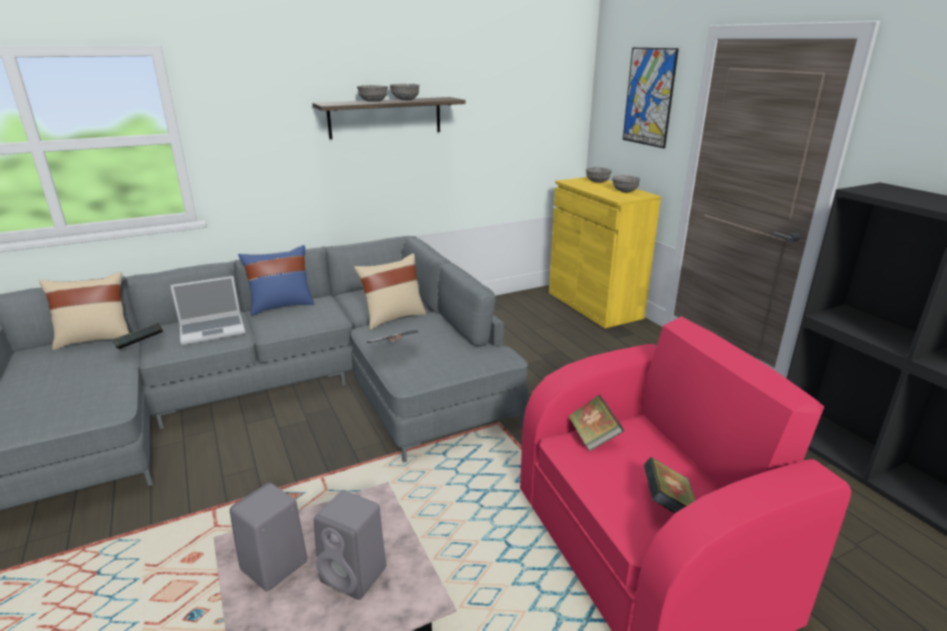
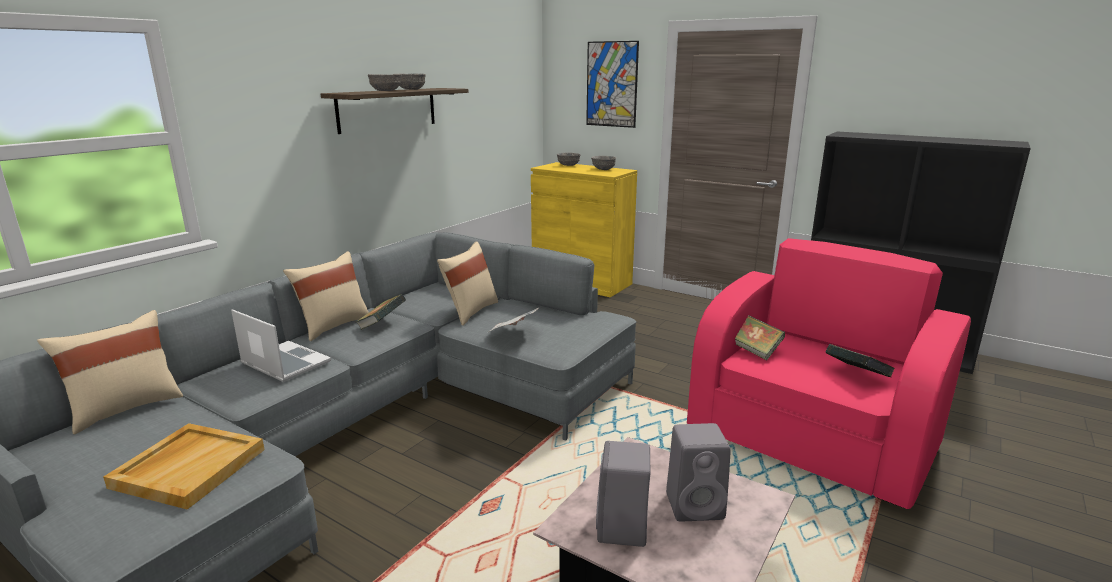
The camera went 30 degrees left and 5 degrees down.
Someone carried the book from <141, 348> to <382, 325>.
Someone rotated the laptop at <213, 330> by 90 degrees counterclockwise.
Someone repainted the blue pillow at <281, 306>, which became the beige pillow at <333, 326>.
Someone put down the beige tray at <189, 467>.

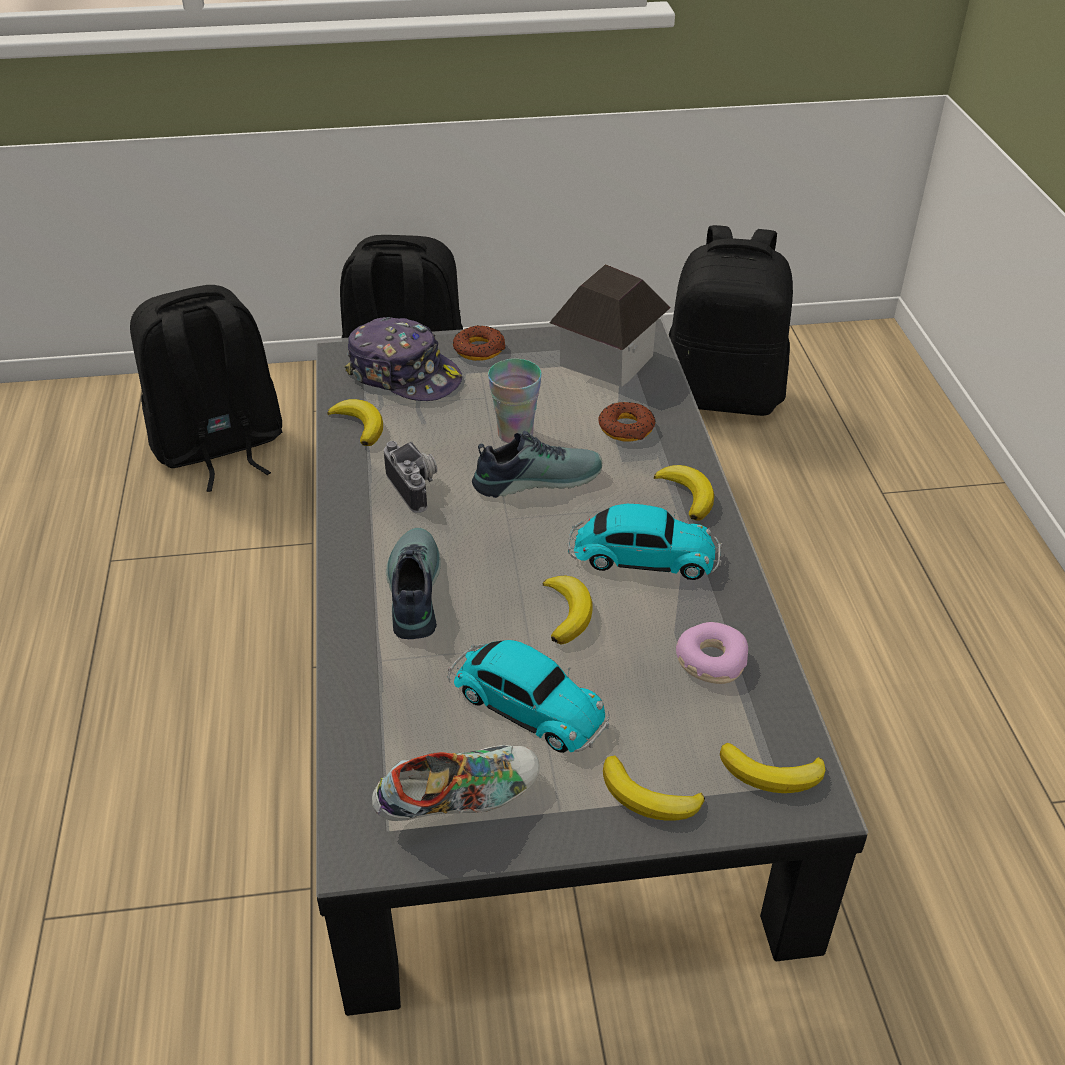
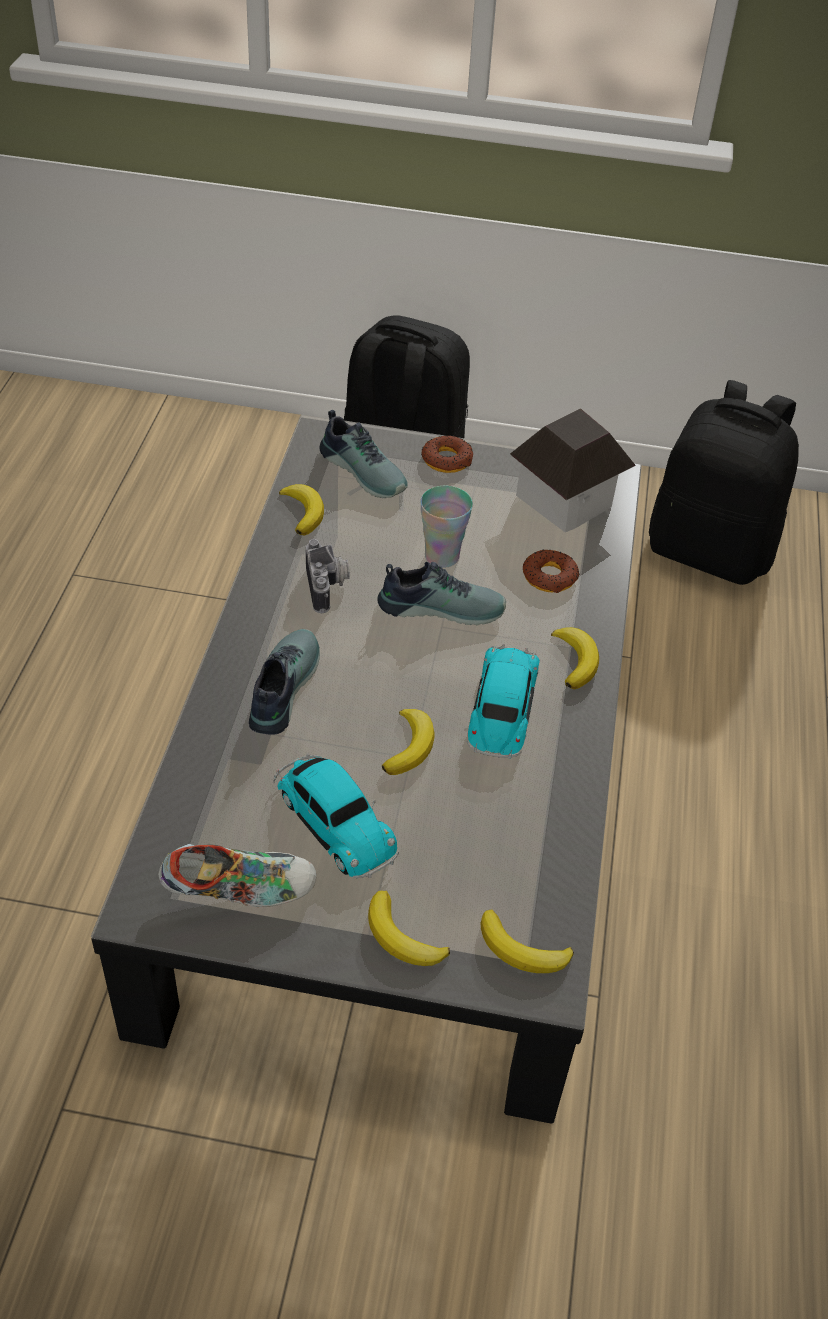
The camera went 15 degrees right and 5 degrees up.
Someone took away the black backpack at <219, 448>.
Someone swapped the cap at <404, 375> for the shoe at <365, 471>.
Someone rotated the toy car at <641, 556> by 105 degrees counterclockwise.
Someone took away the donut at <710, 661>.

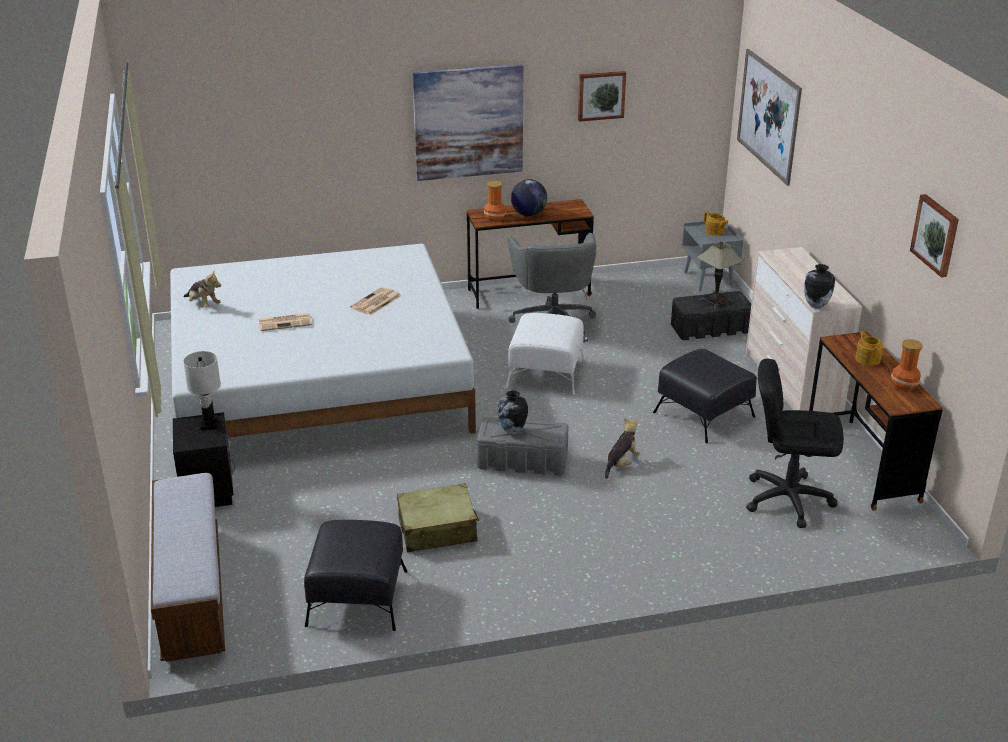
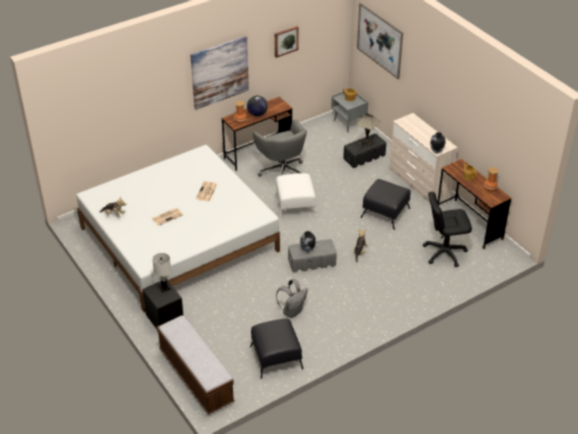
The camera went 20 degrees left and 10 degrees up.
Someone swapped the beige suitcase at <437, 529> for the grey backpack at <292, 311>.
Someone took away the picture at <936, 235>.

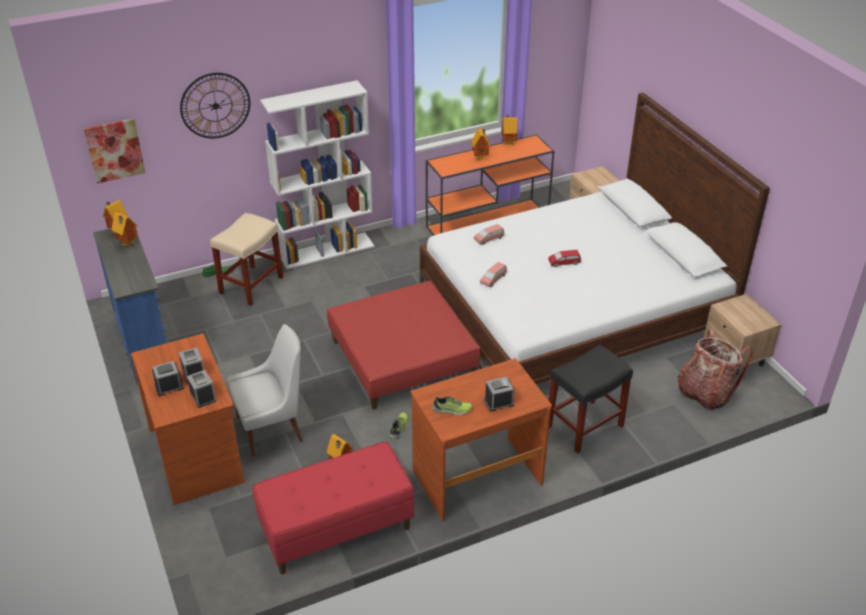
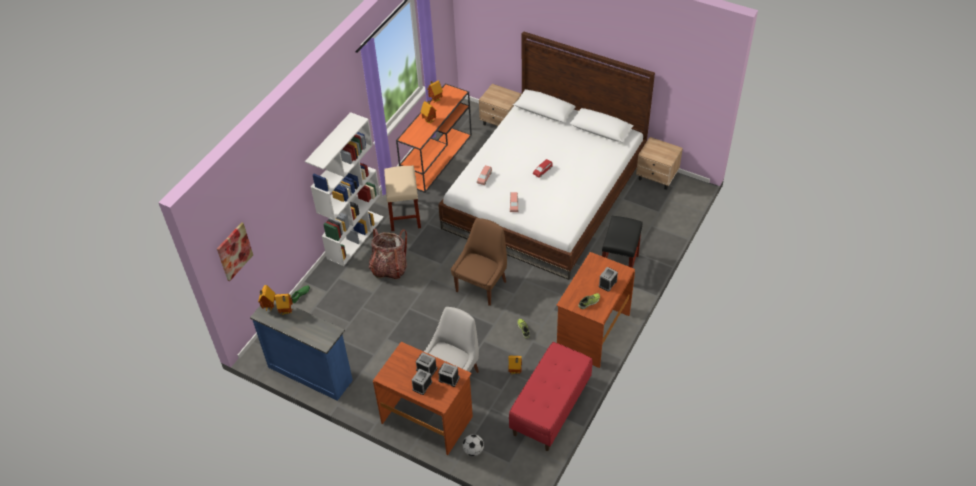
The camera went 35 degrees left and 10 degrees up.
Someone took away the wall clock at <215, 106>.
Someone carried the beige stool from <251, 284> to <404, 214>.
Someone swapped the red ottoman at <403, 359> for the brown chair at <482, 285>.
Someone carried the backpack from <705, 393> to <389, 268>.
Someone put down the football at <473, 450>.

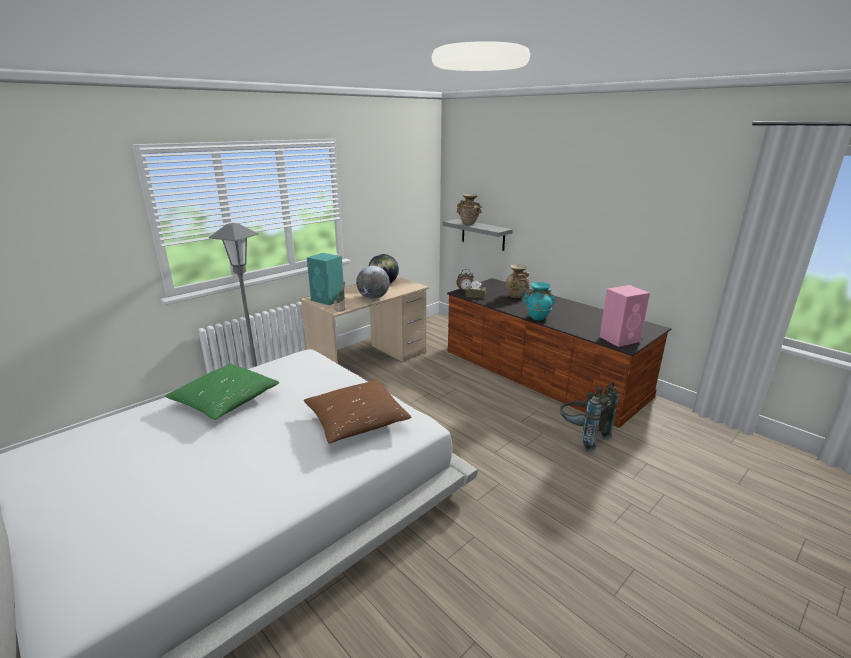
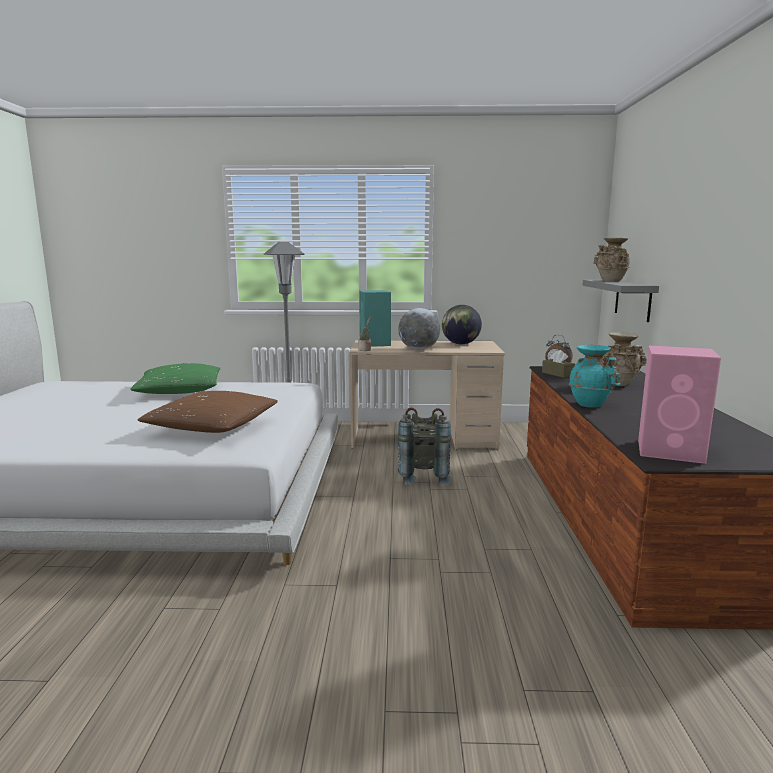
The camera went 45 degrees right and 10 degrees down.
Someone carried the grey backpack from <582, 436> to <423, 477>.

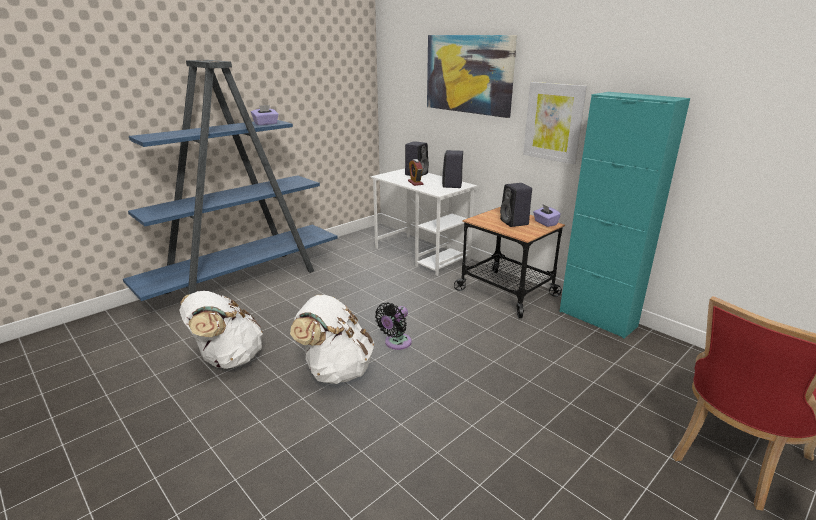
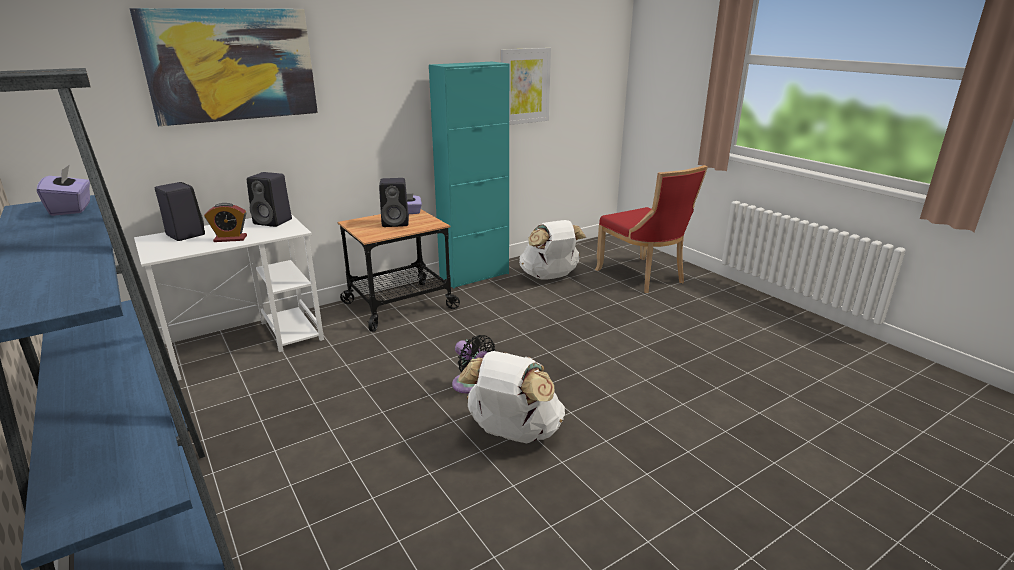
The camera went 80 degrees left and 0 degrees up.
Someone carried the white backpack from <227, 359> to <550, 277>.
Someone carried the picture from <553, 122> to <524, 86>.

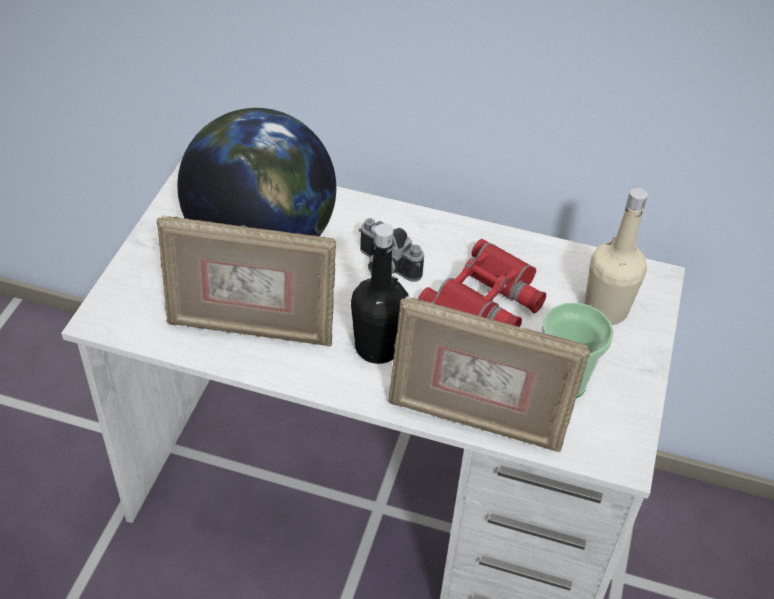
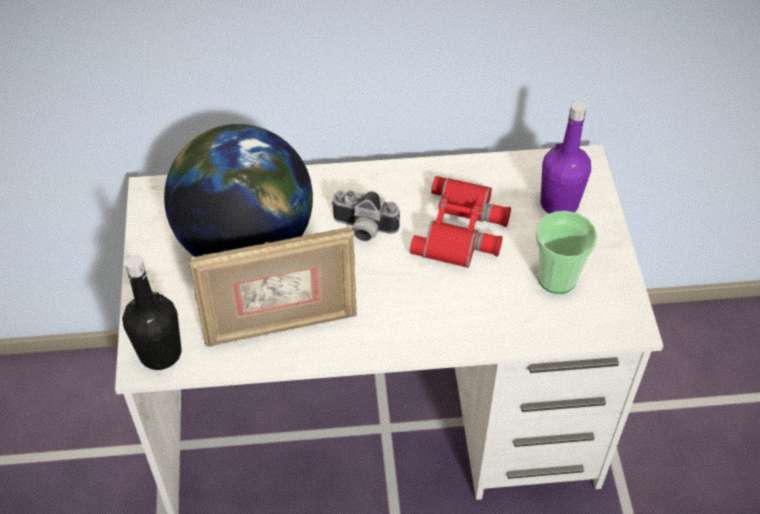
The camera went 20 degrees left and 5 degrees up.
Someone carried the black bottle from <378, 347> to <160, 353>.
Someone took away the picture frame at <475, 420>.
Someone repainted the beige bottle at <605, 310>, which became the purple bottle at <559, 203>.

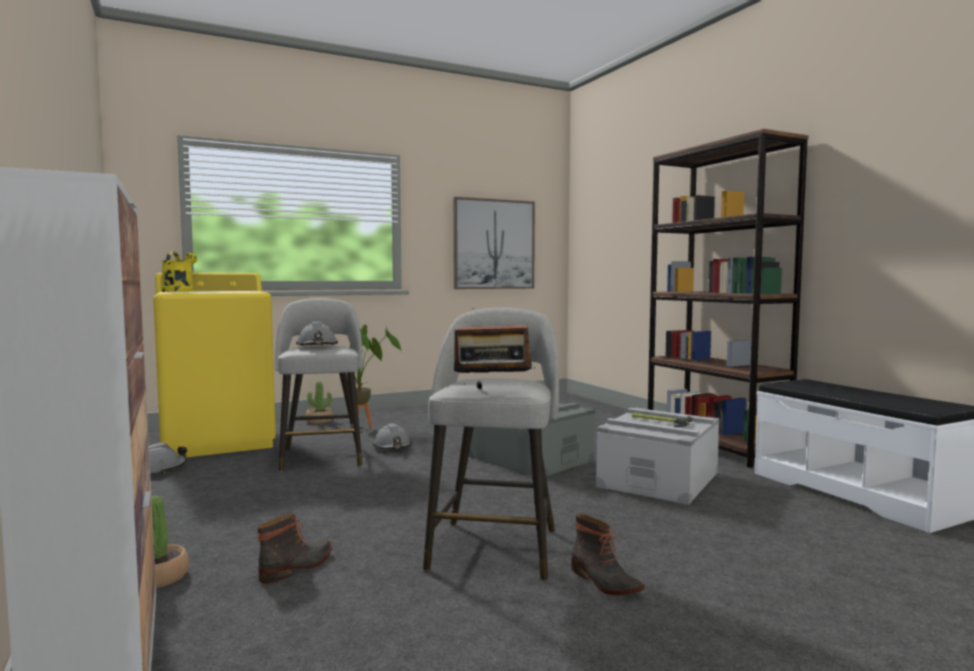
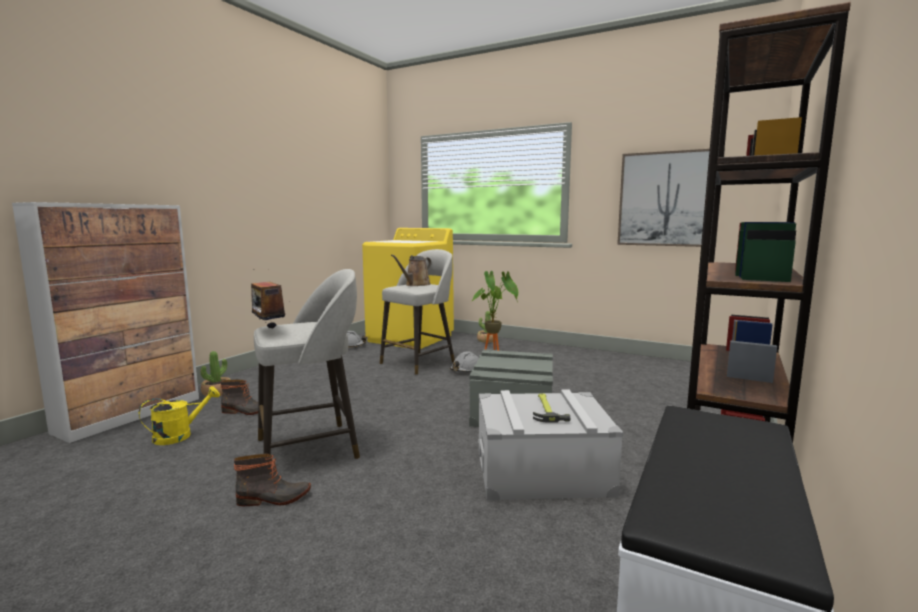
The camera went 55 degrees right and 5 degrees up.
Someone carried the yellow watering can from <180, 291> to <179, 435>.
Someone swapped the grey hard hat at <317, 347> for the brown watering can at <416, 285>.
Someone rotated the boot at <604, 582> by 120 degrees counterclockwise.

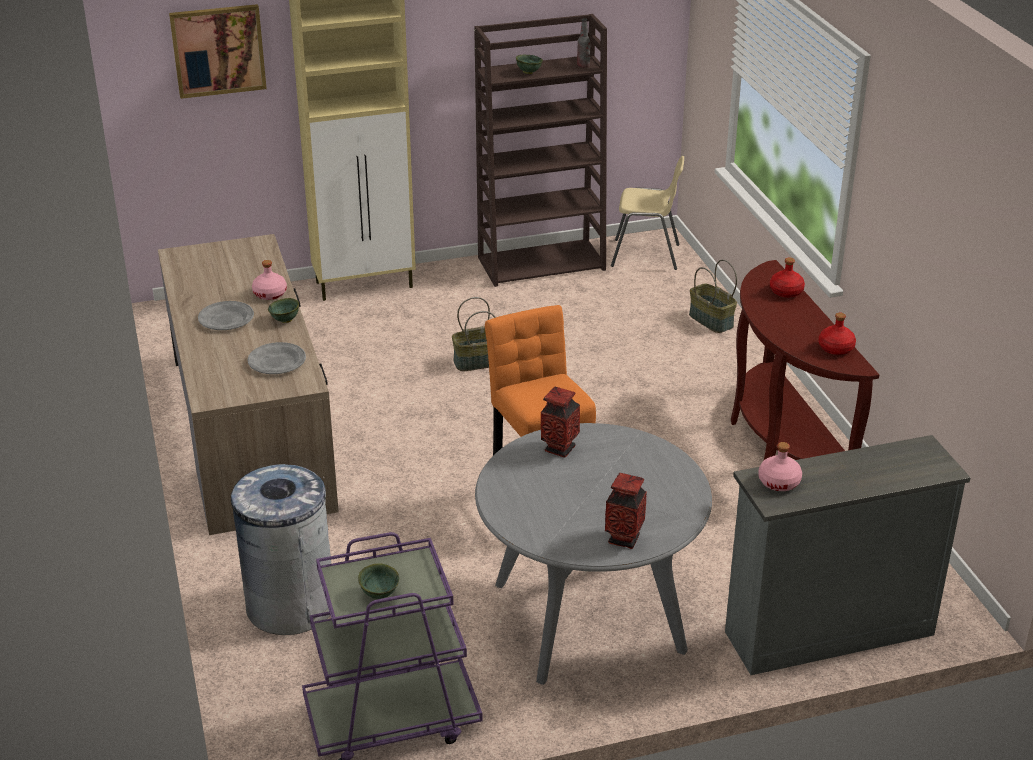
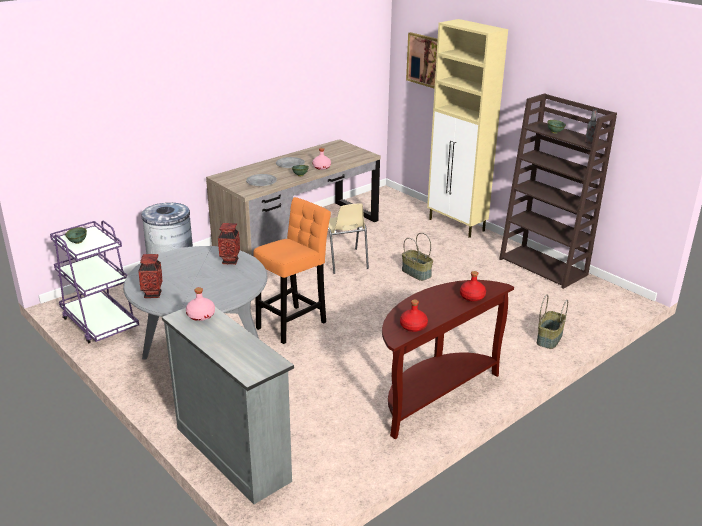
The camera went 65 degrees right and 5 degrees down.
Someone carried the beige chair from <646, 255> to <344, 261>.

